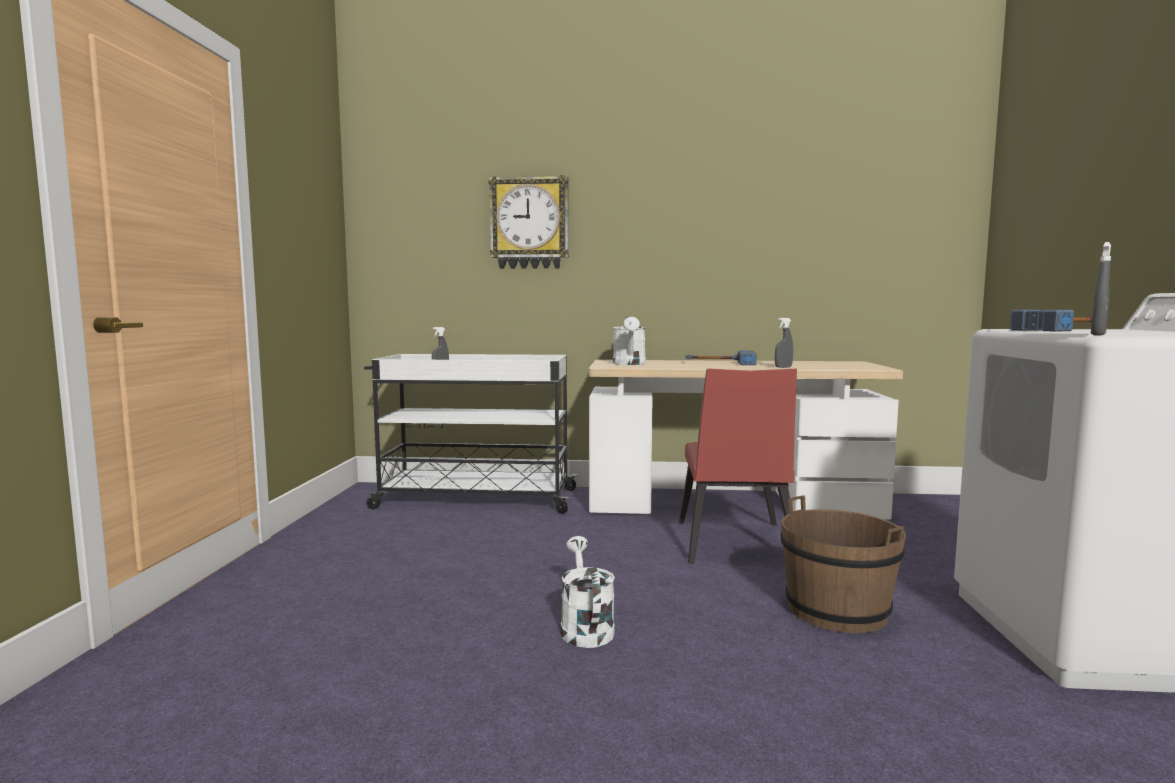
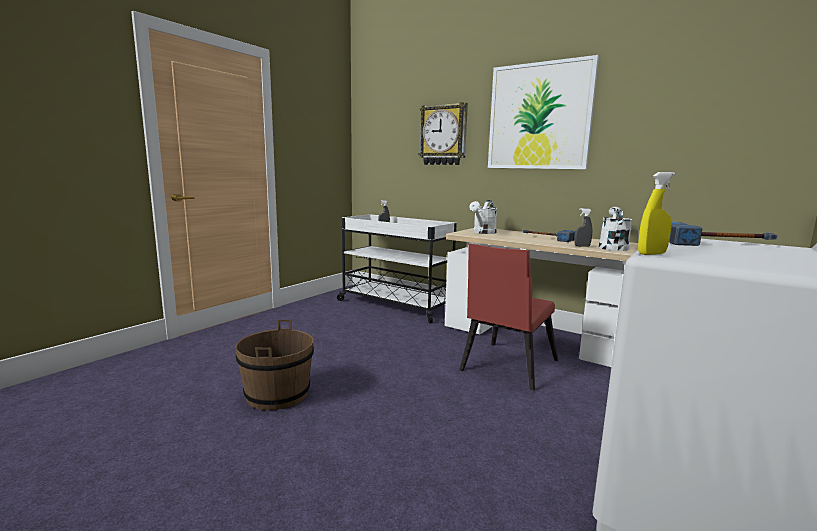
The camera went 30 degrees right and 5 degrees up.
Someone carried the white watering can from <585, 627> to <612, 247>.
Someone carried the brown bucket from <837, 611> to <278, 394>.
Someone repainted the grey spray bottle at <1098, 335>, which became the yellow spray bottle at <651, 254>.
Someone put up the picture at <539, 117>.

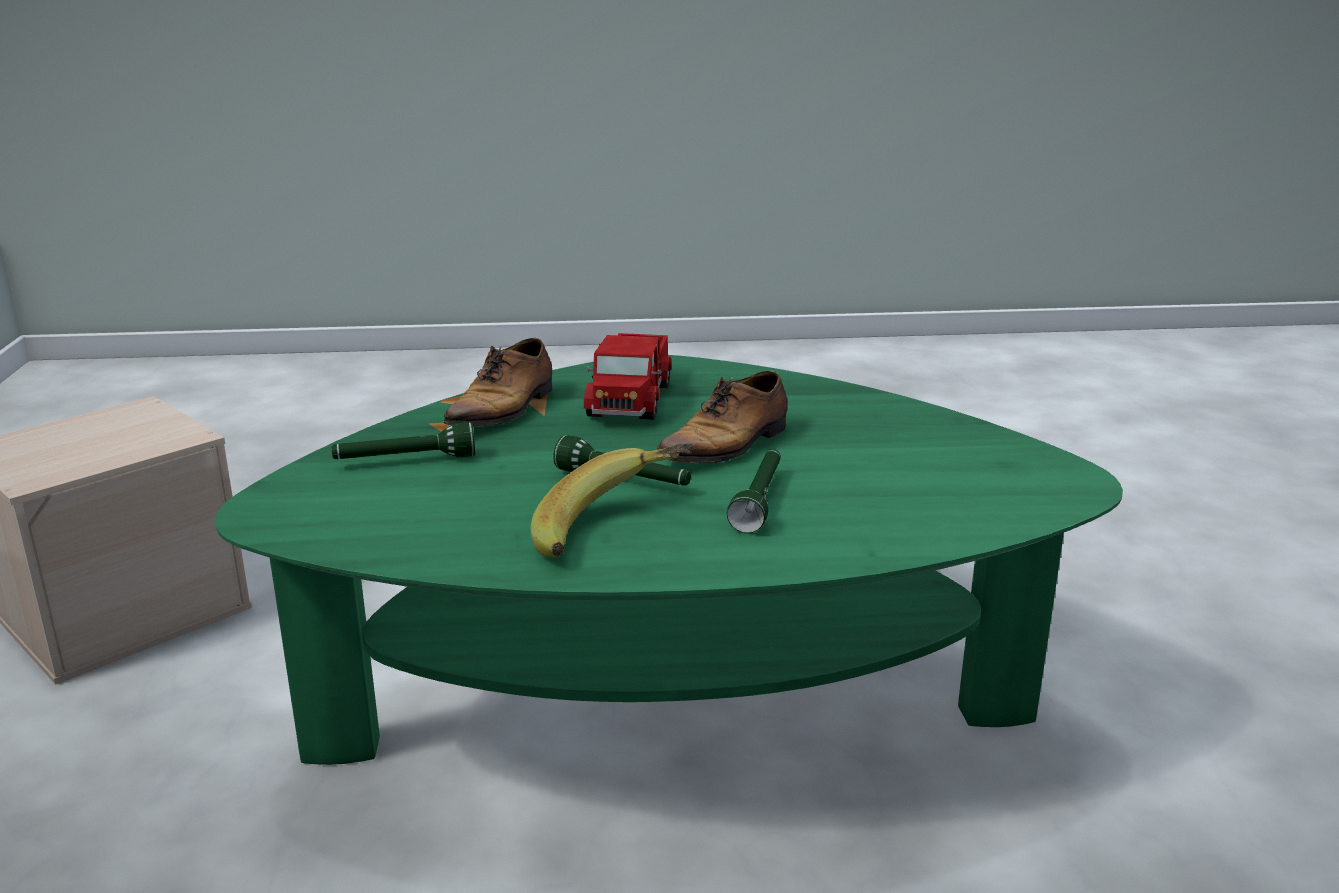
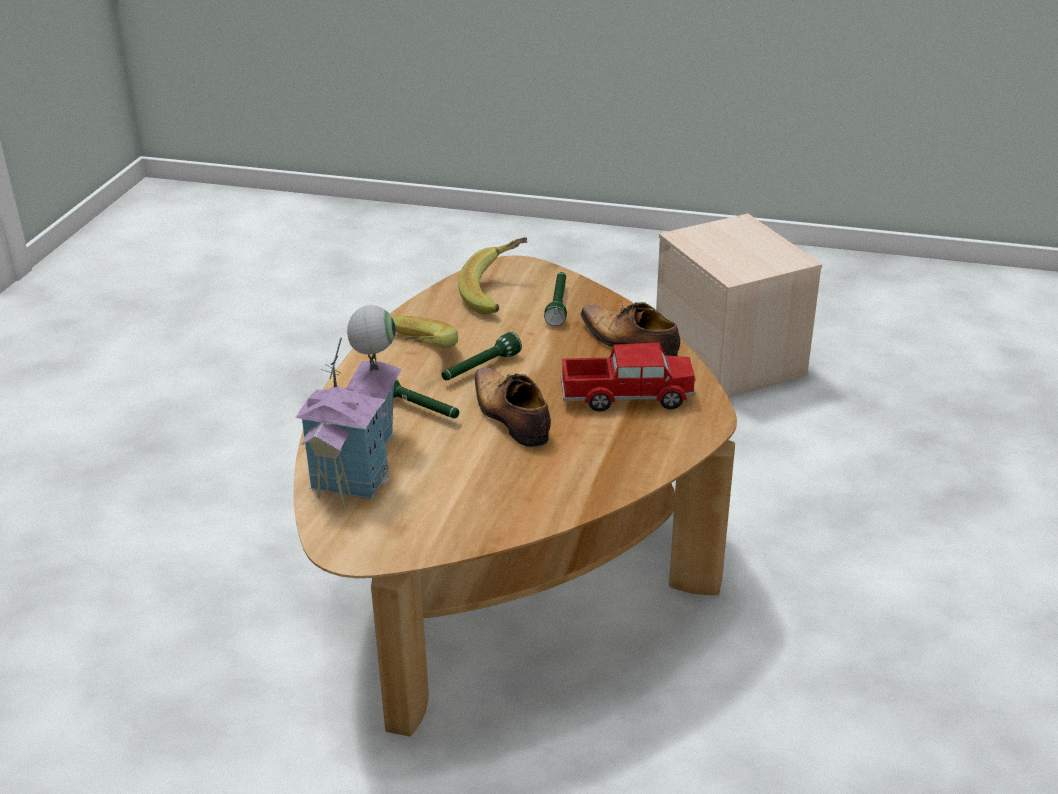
The camera went 110 degrees right and 10 degrees up.
Someone repainted the green coffee table at <672, 706>, which became the brown coffee table at <509, 554>.
Someone rotated the toy truck at <631, 398> by 150 degrees clockwise.
Someone put down the toy house at <361, 462>.
Someone put down the banana at <499, 294>.

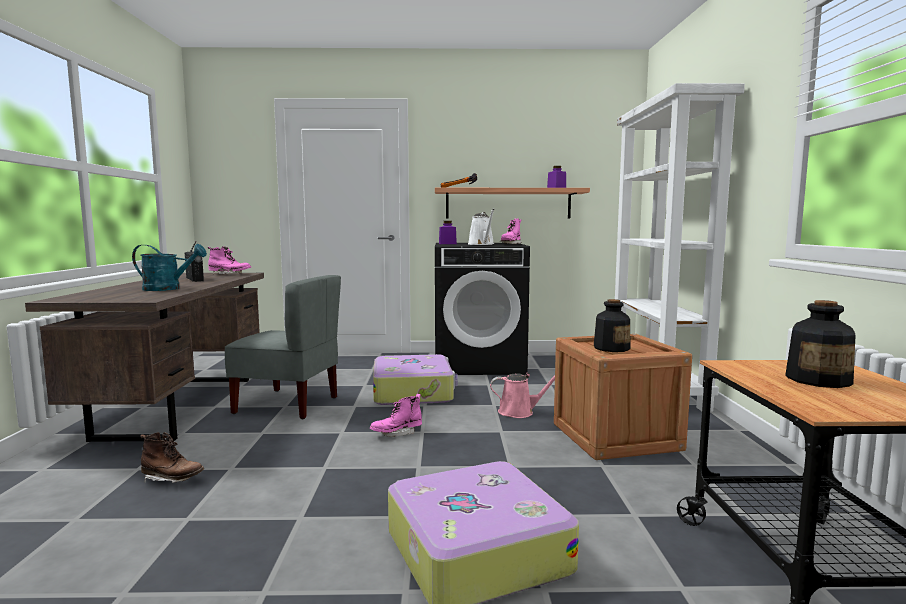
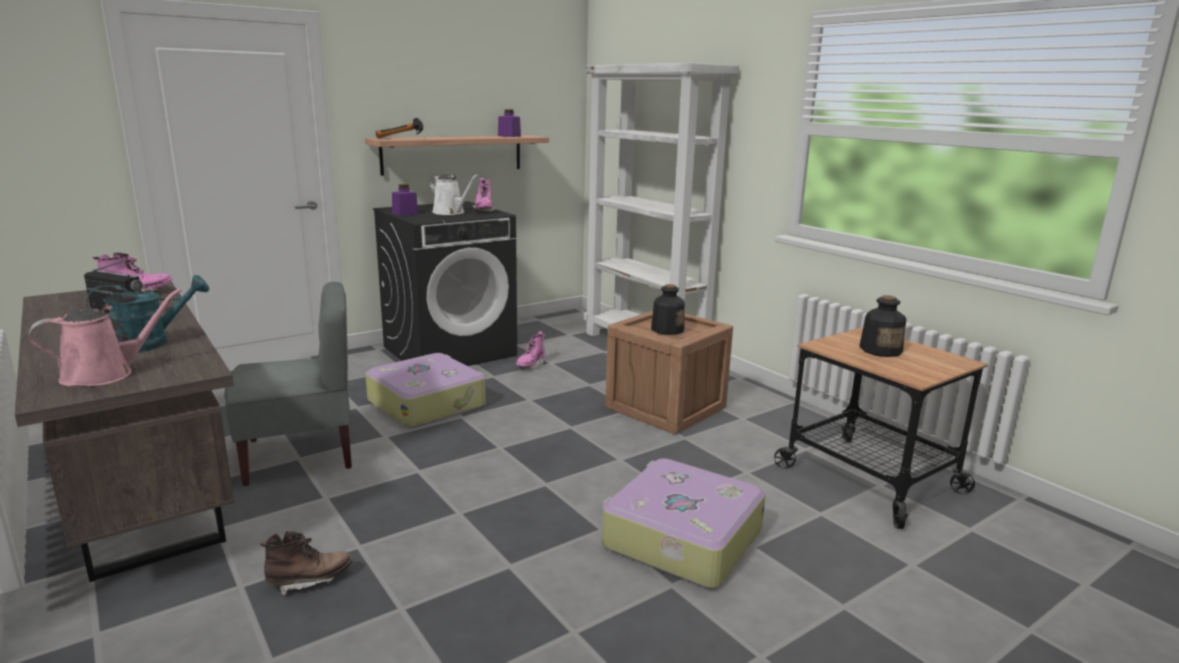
The camera went 35 degrees left and 10 degrees up.
Someone carried the pink boot from <396, 433> to <530, 366>.
Someone carried the pink watering can from <519, 412> to <105, 374>.

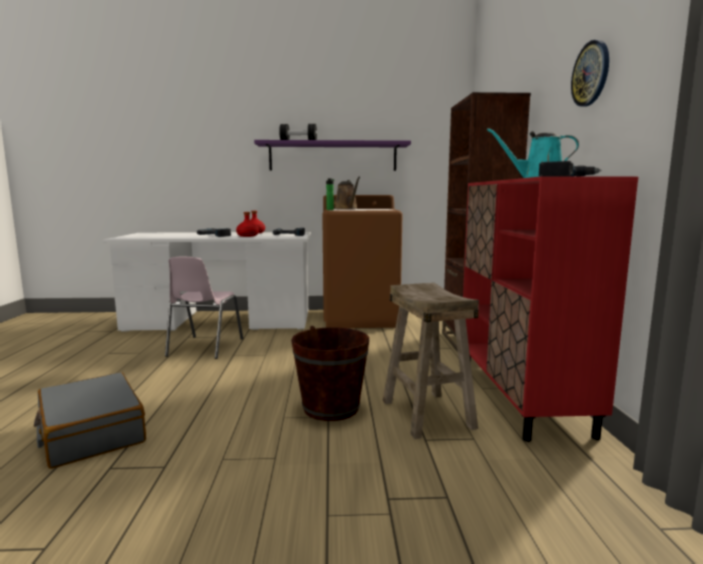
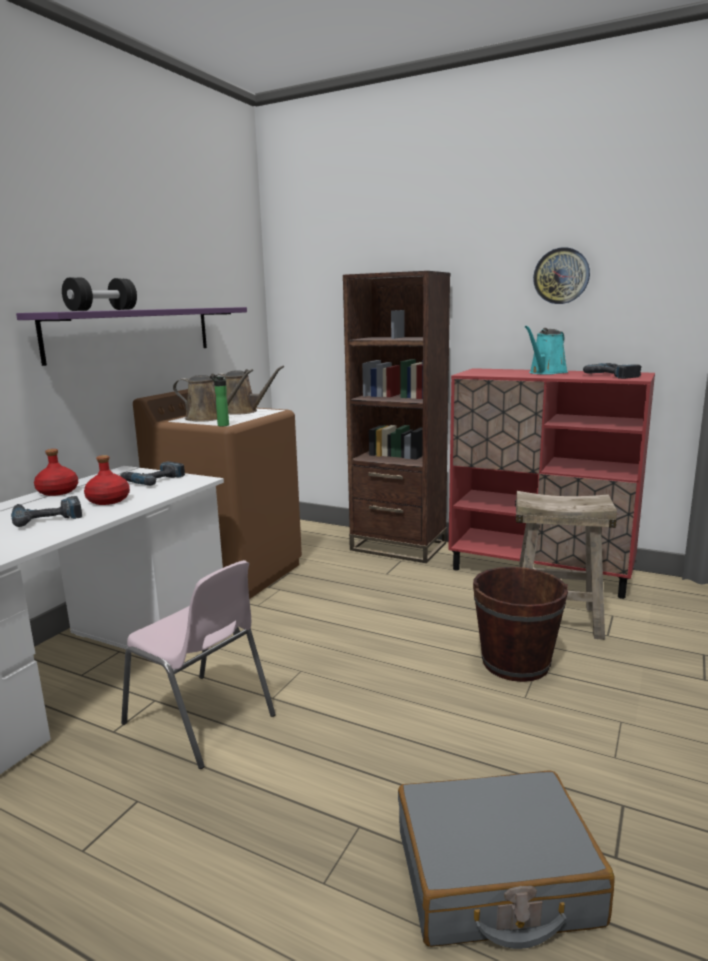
The camera went 60 degrees left and 5 degrees up.
Someone put down the brown watering can at <243, 411>.

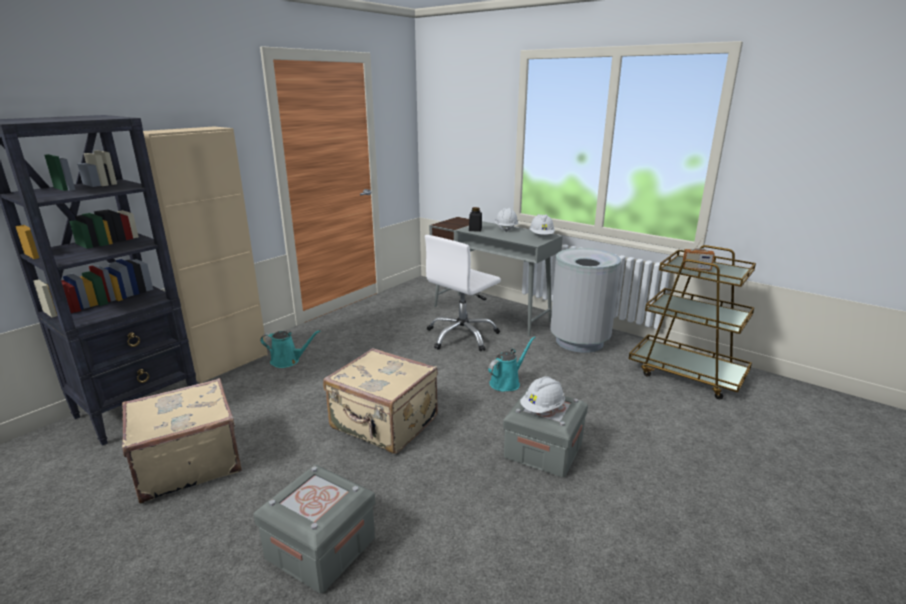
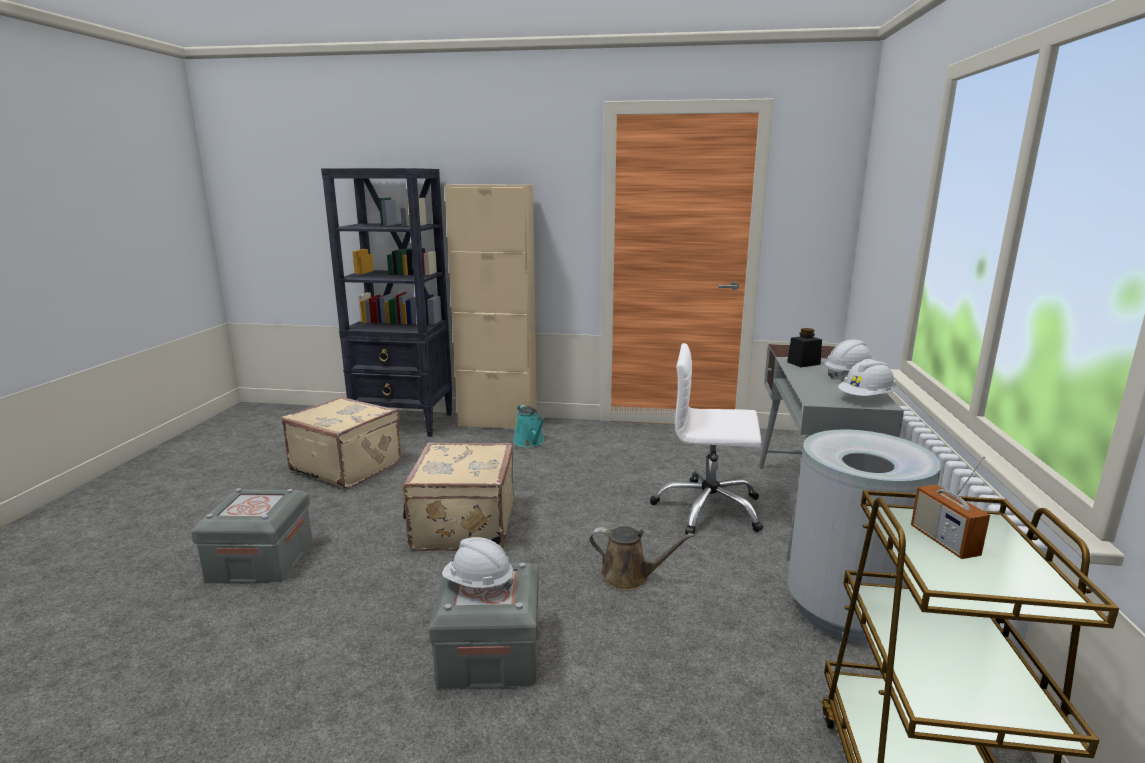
The camera went 60 degrees right and 5 degrees down.
Someone repainted the turquoise watering can at <507, 382>, which became the brown watering can at <629, 577>.

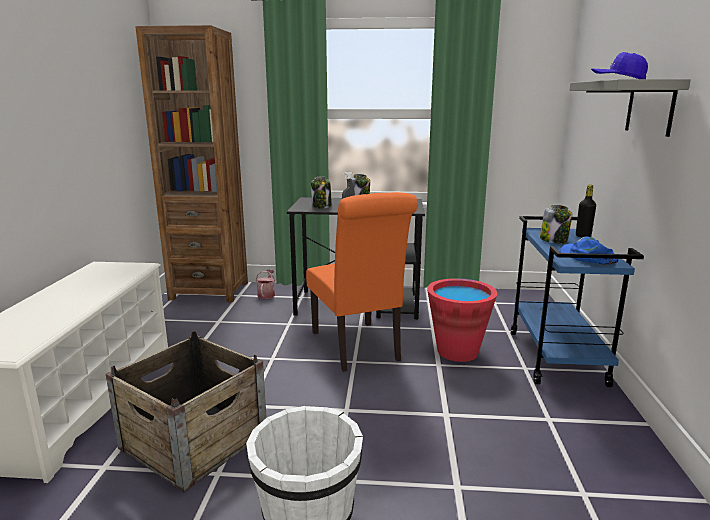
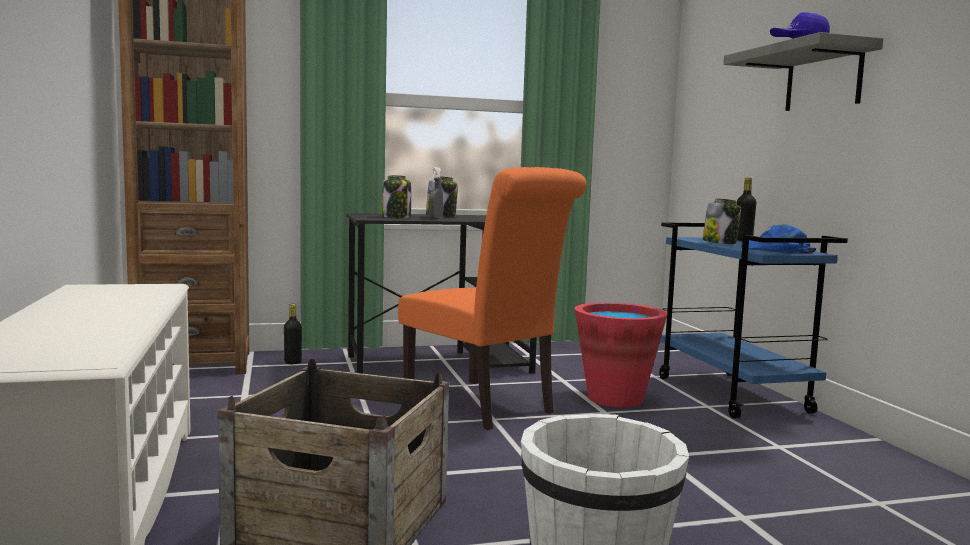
The camera went 20 degrees left and 10 degrees down.
Someone swapped the watering can at <266, 294> for the black bottle at <292, 362>.

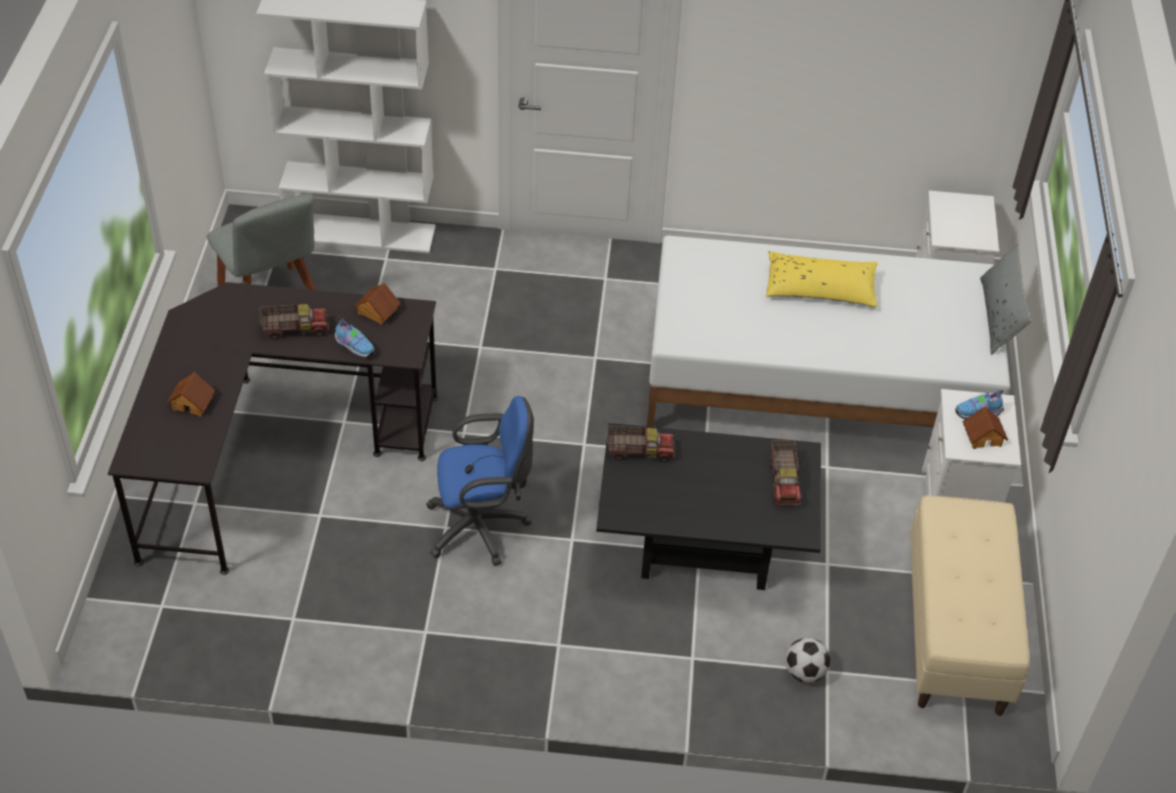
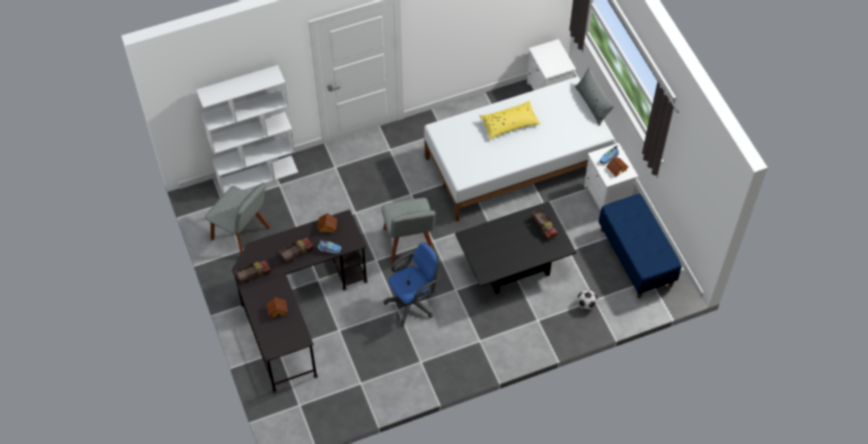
The camera went 25 degrees left and 10 degrees up.
Someone carried the toy truck from <639, 451> to <253, 274>.
Someone repainted the beige bench at <956, 632>, which became the blue bench at <636, 257>.
Someone put down the grey chair at <409, 244>.

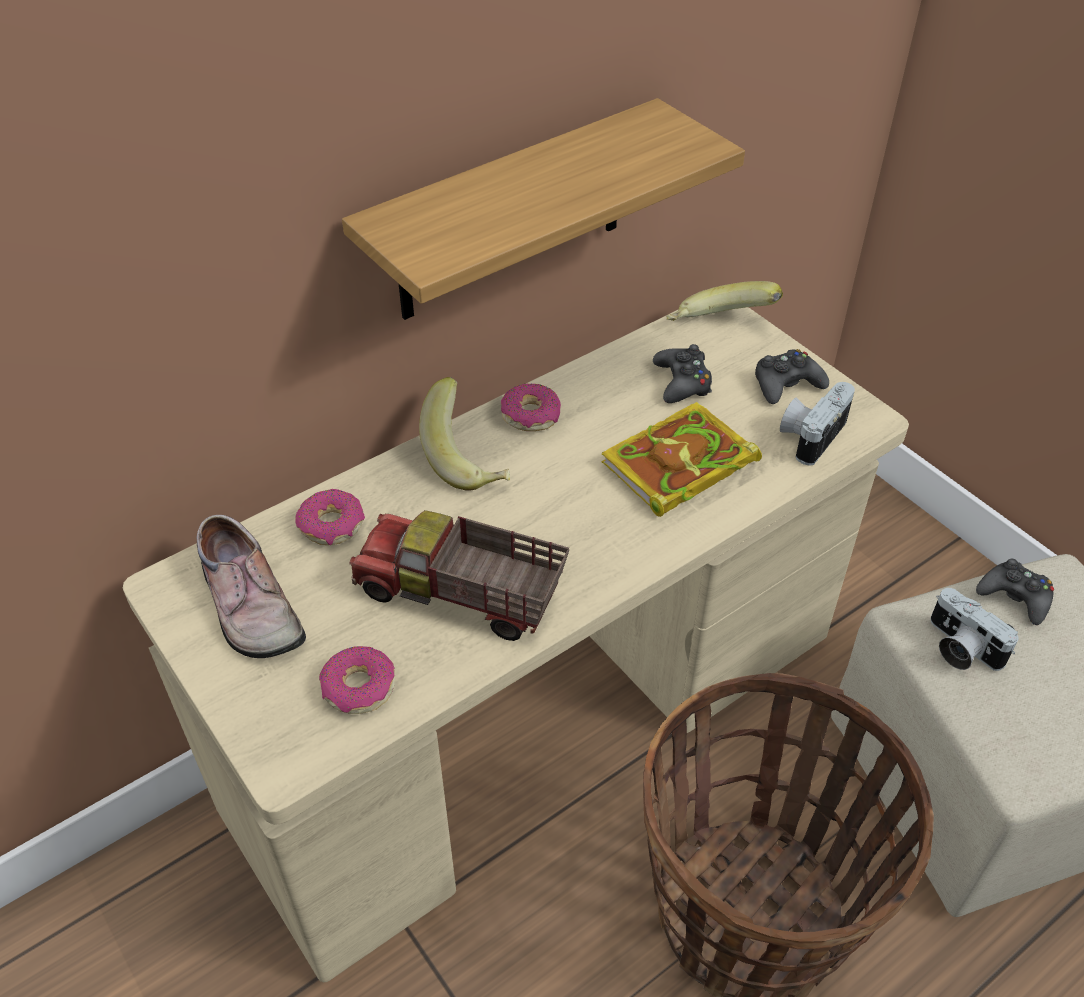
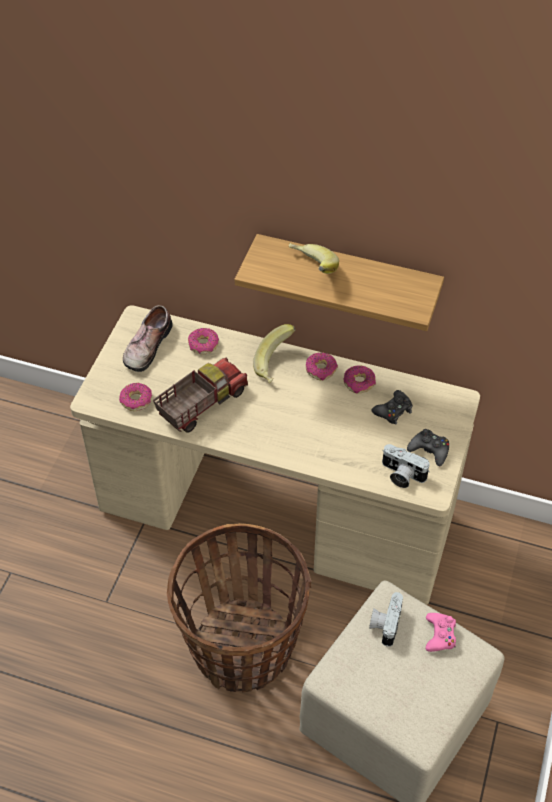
The camera went 55 degrees right and 5 degrees up.
Someone rotated the toy truck at <460, 596> by 60 degrees clockwise.
Someone took away the book at <677, 466>.
Someone carried the banana from <719, 328> to <311, 270>.
Someone rotated the photo camera at <810, 434> by 150 degrees counterclockwise.
Someone repainted the black game controller at <1015, 597>, which became the pink game controller at <440, 635>.
Someone put down the donut at <359, 383>.

